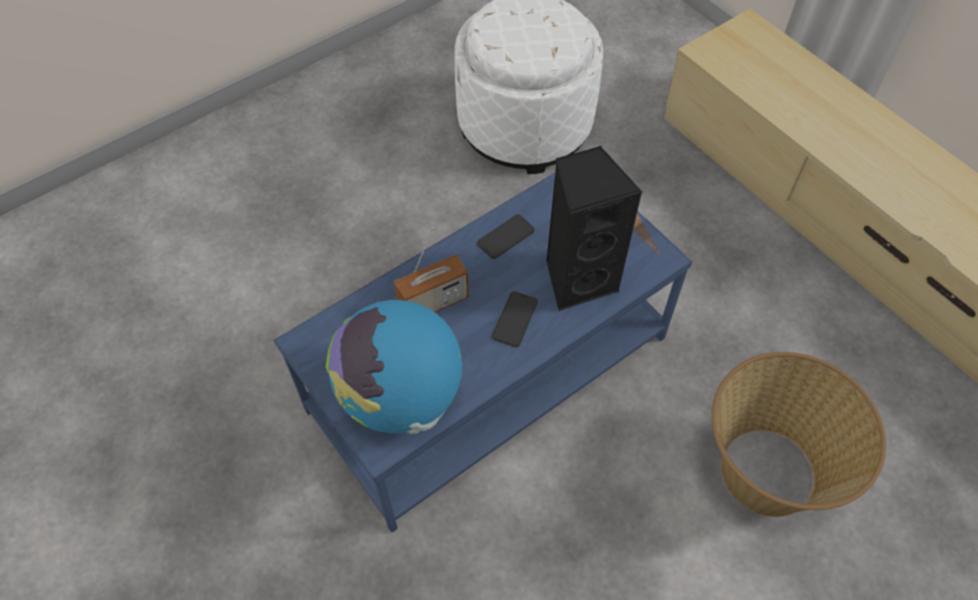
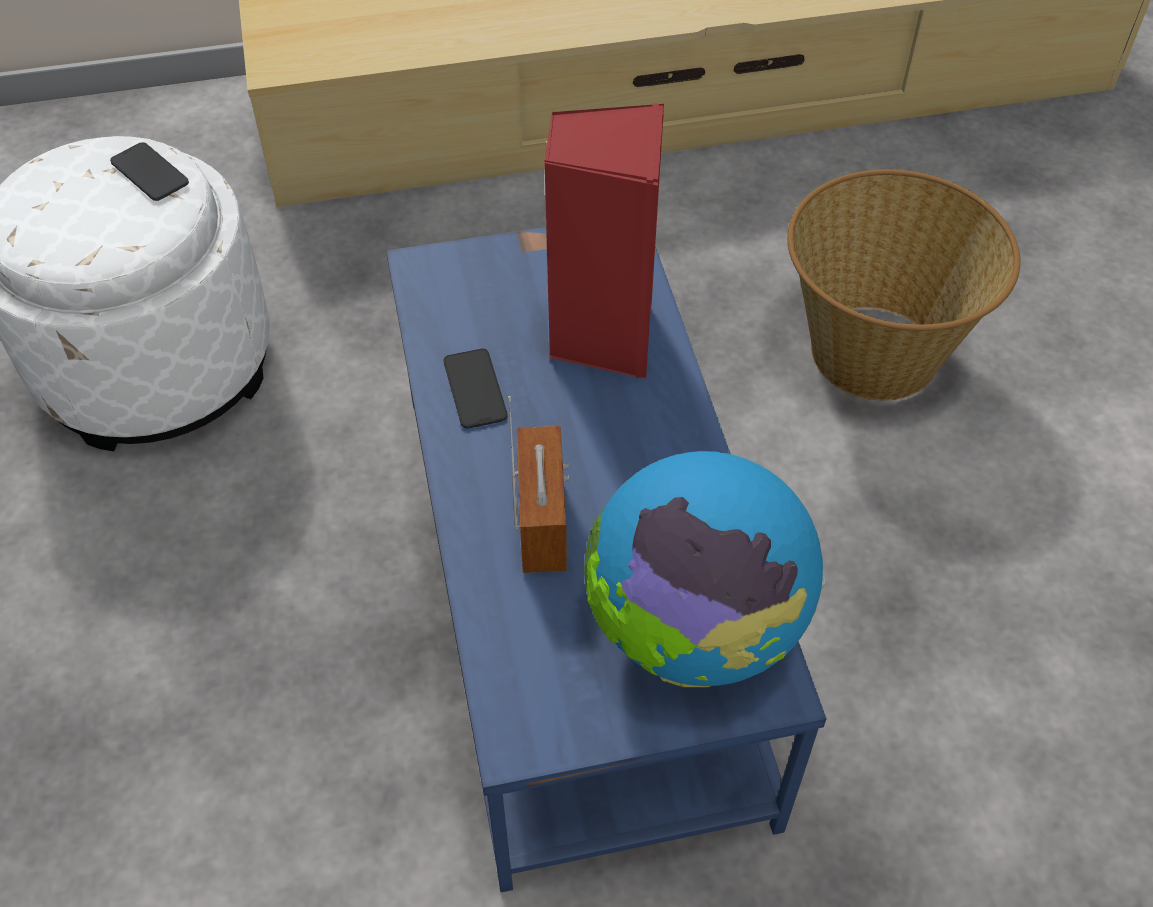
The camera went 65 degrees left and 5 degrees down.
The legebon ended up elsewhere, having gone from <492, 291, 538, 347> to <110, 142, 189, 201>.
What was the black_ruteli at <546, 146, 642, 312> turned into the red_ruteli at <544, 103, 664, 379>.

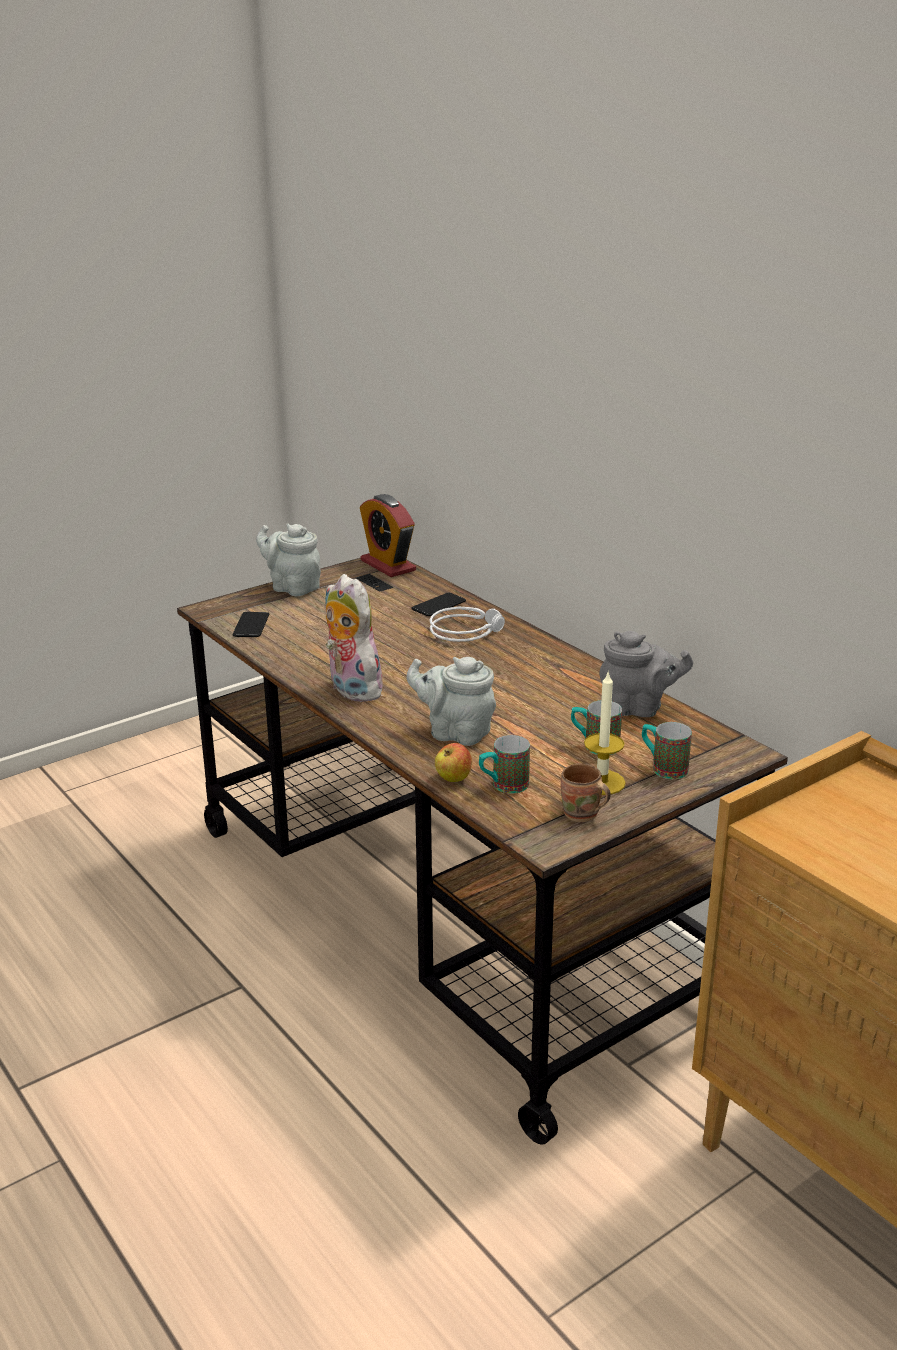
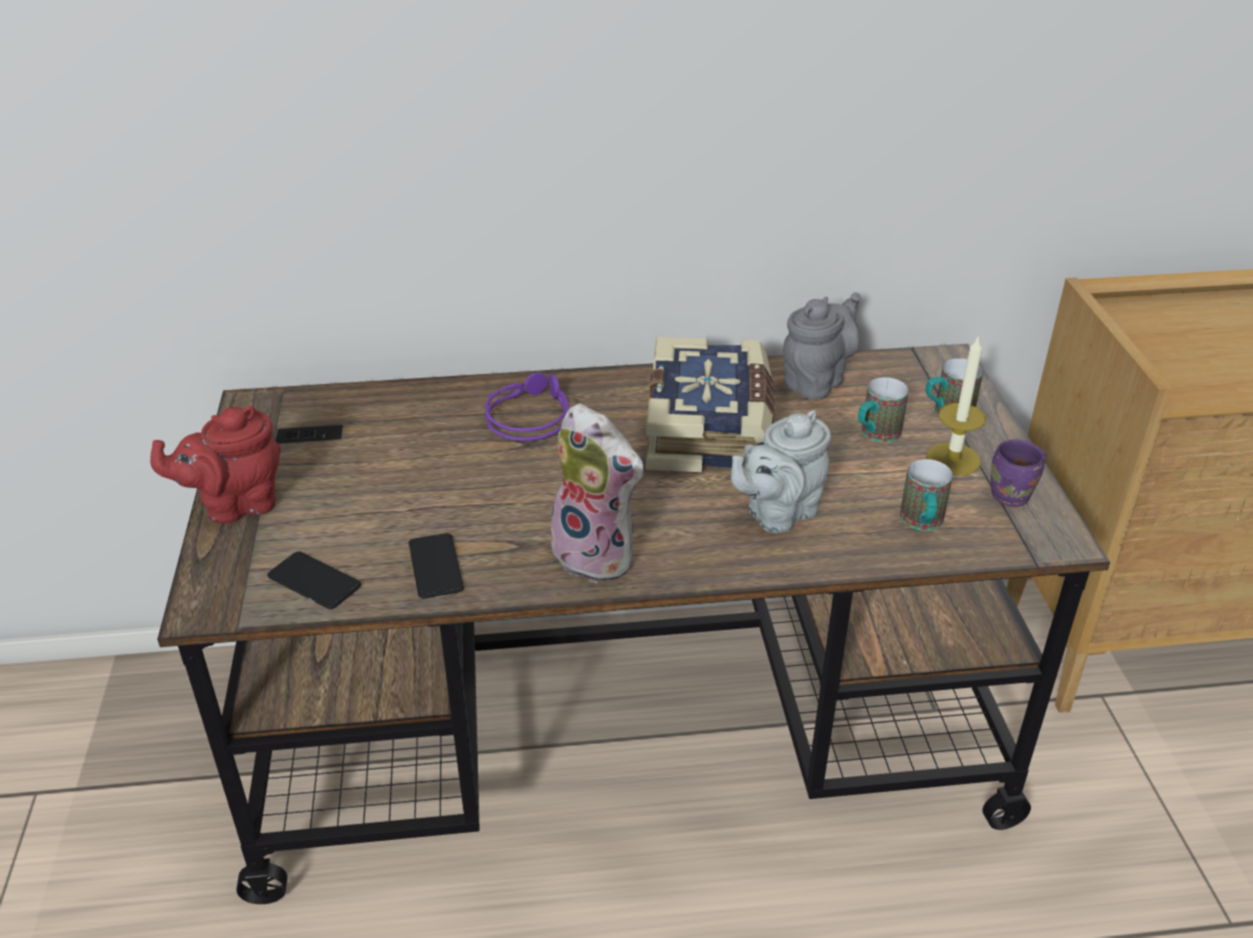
The camera went 60 degrees left and 10 degrees up.
What was the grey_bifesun at <256, 524, 321, 596> turned into the red_bifesun at <150, 406, 281, 524>.
The legebon ended up elsewhere, having gone from <411, 593, 466, 616> to <408, 533, 464, 598>.
What was the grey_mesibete at <430, 607, 505, 642> turned into the purple_mesibete at <485, 372, 570, 441>.
The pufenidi at <325, 574, 388, 702> ended up facing another way, 135 degrees counterclockwise from before.
The second view gained the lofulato at <646, 337, 775, 472>.
What was the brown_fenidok at <561, 763, 611, 822> turned into the purple_fenidok at <991, 440, 1047, 507>.
The second view lost the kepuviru at <360, 494, 416, 577>.
The second view lost the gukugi at <435, 743, 472, 782>.

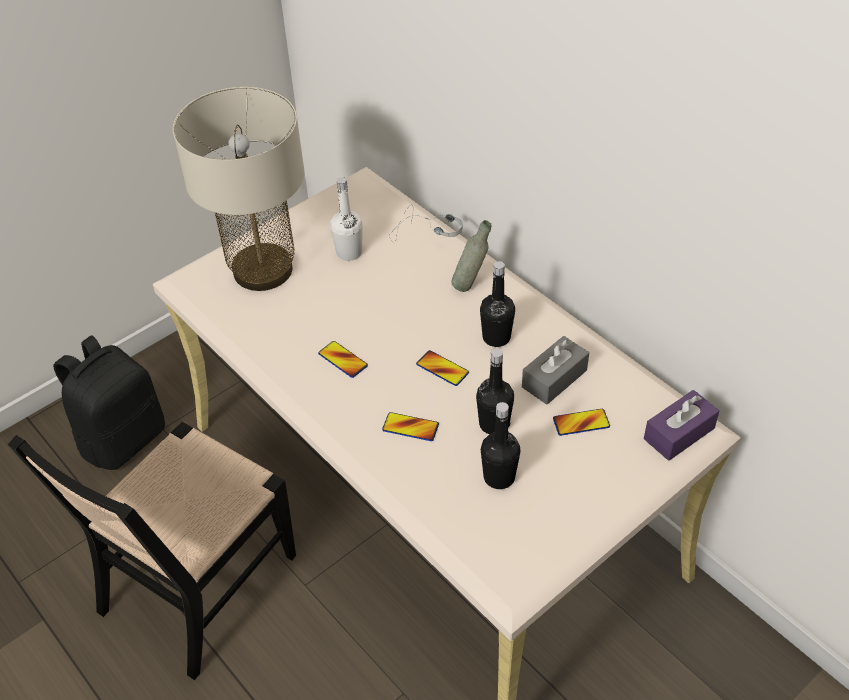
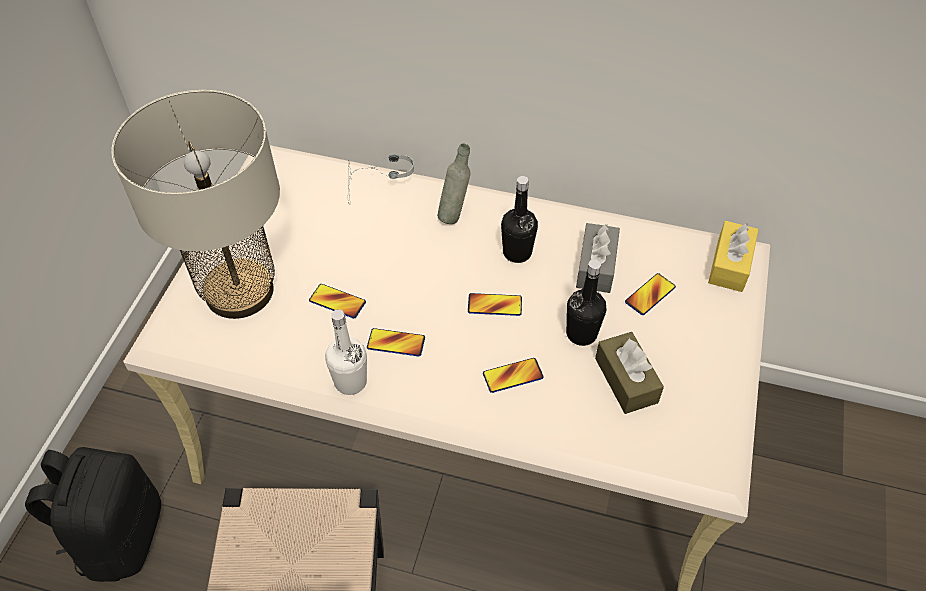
The camera went 35 degrees left and 5 degrees up.
The second view gained the legebon at <309, 284, 366, 319>.
The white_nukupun ended up elsewhere, having gone from <330, 177, 363, 261> to <325, 309, 367, 395>.
Where the black_nukupun stood at <481, 402, 520, 489>, the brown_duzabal came to stand at <595, 332, 664, 414>.
What was the purple_duzabal at <644, 390, 719, 461> turned into the yellow_duzabal at <708, 221, 759, 292>.

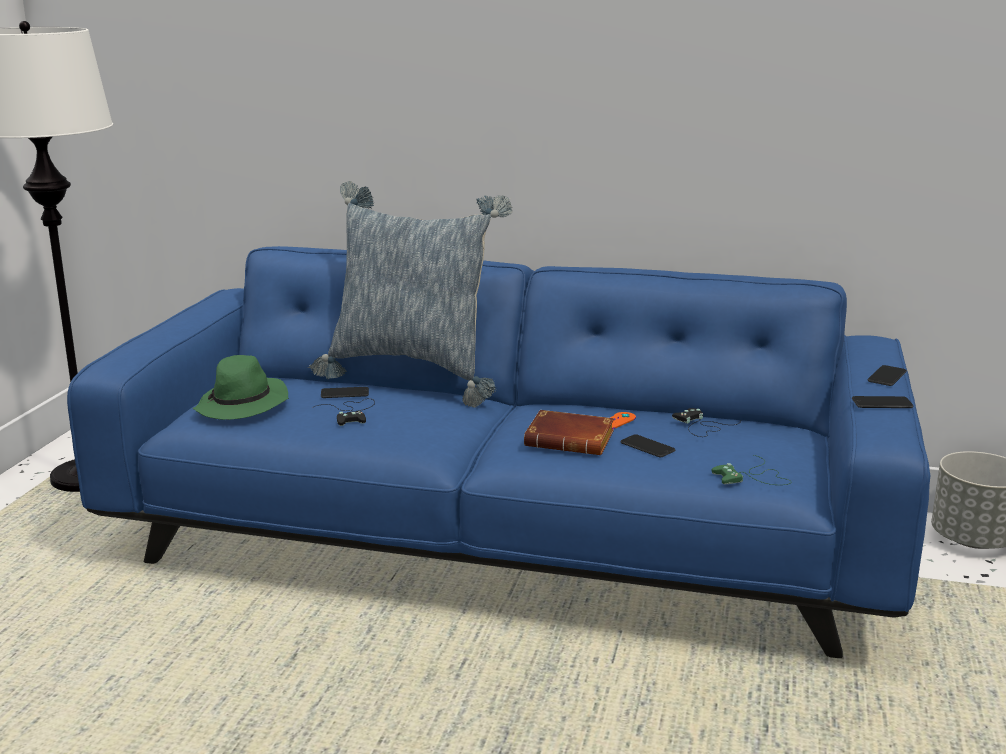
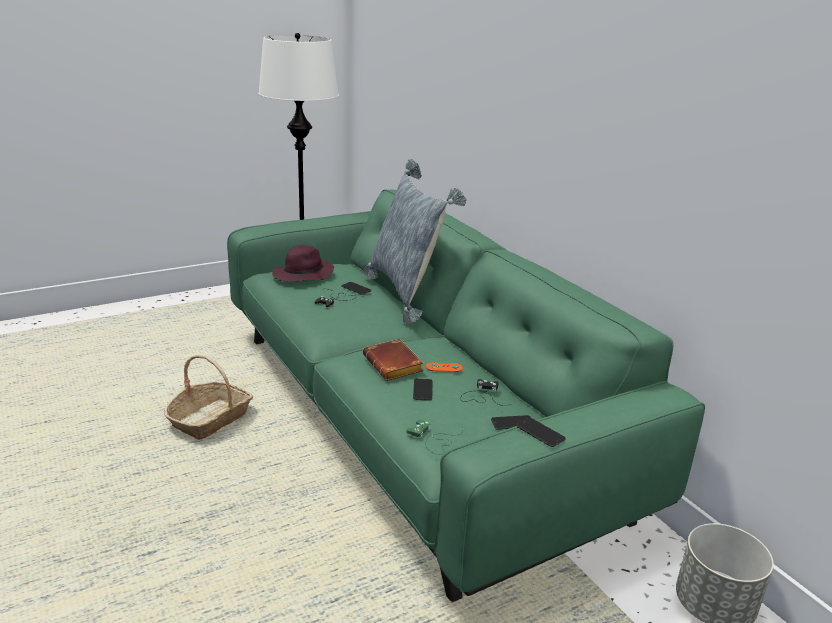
The camera went 45 degrees right and 5 degrees up.
The second view gained the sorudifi at <164, 355, 253, 440>.
What was the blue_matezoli at <67, 246, 931, 658> turned into the green_matezoli at <227, 189, 705, 602>.
What was the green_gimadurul at <193, 355, 289, 420> turned into the purple_gimadurul at <272, 245, 334, 282>.
The legebon ended up elsewhere, having gone from <867, 365, 907, 386> to <491, 415, 531, 430>.

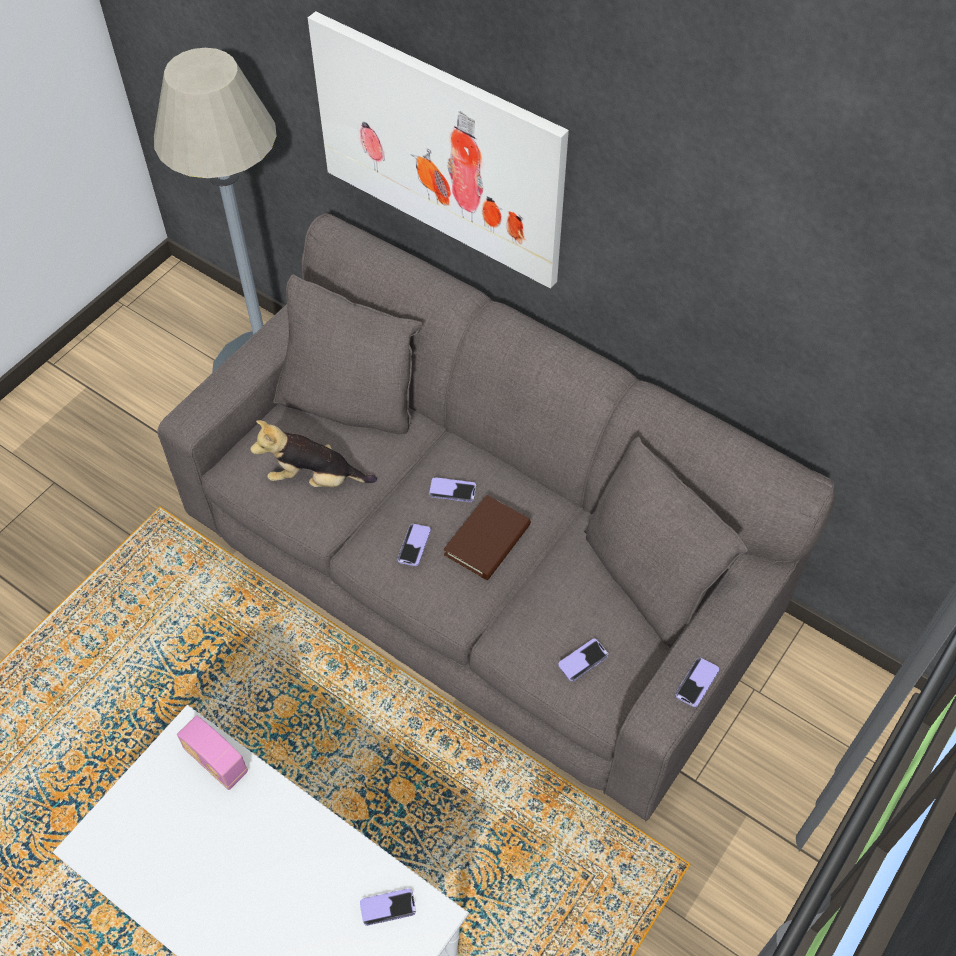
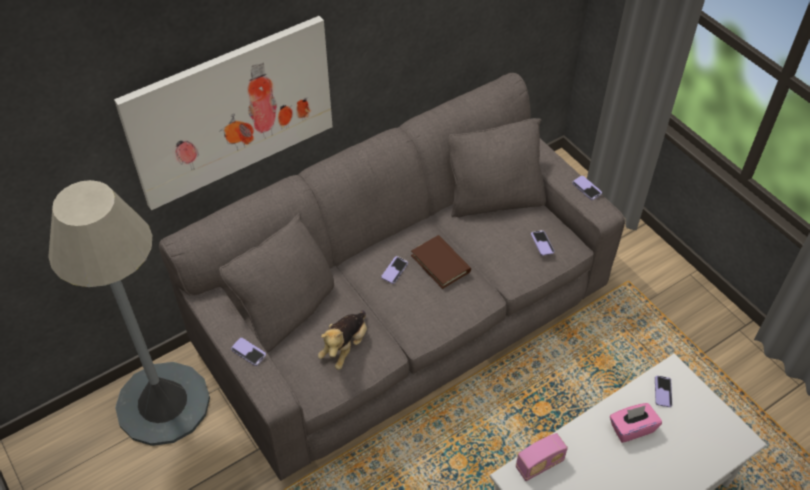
The camera went 70 degrees left and 5 degrees down.
The legebon ended up elsewhere, having gone from <397, 524, 431, 566> to <231, 338, 266, 366>.
The second view gained the pink_duzabal at <610, 403, 662, 443>.

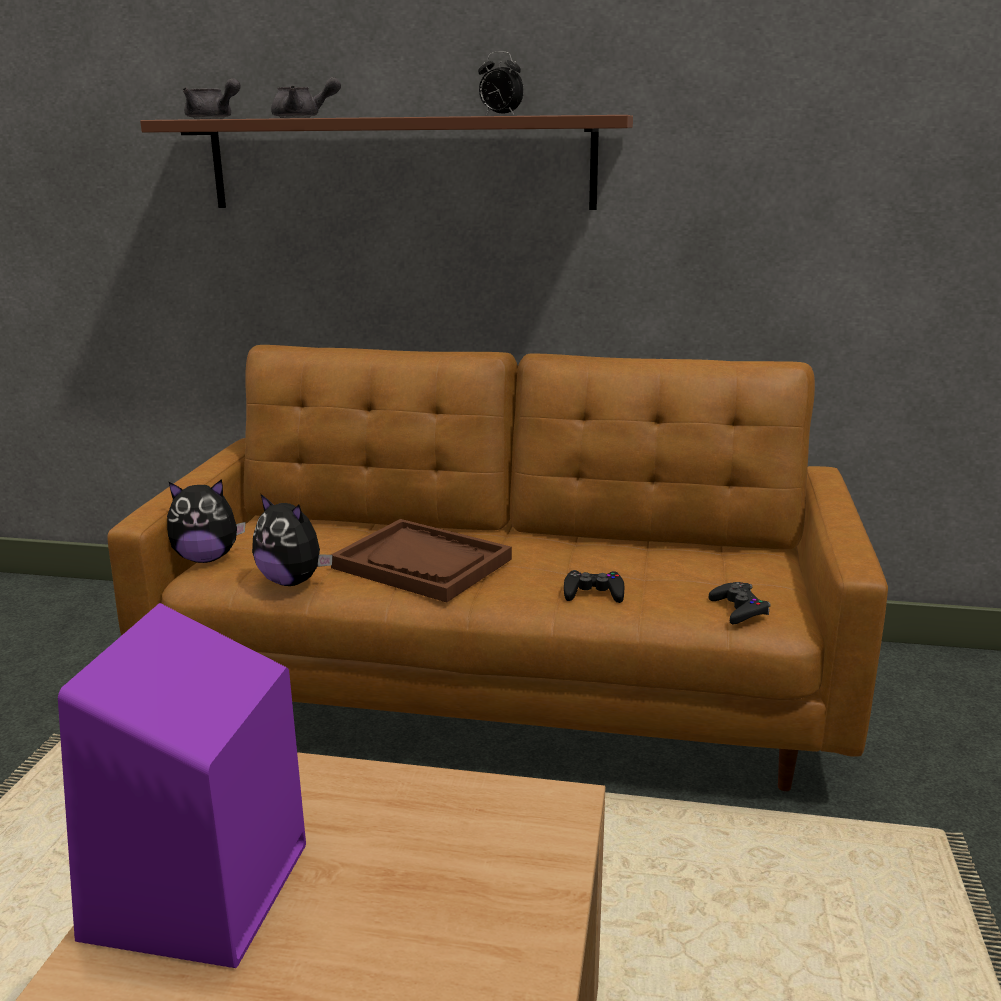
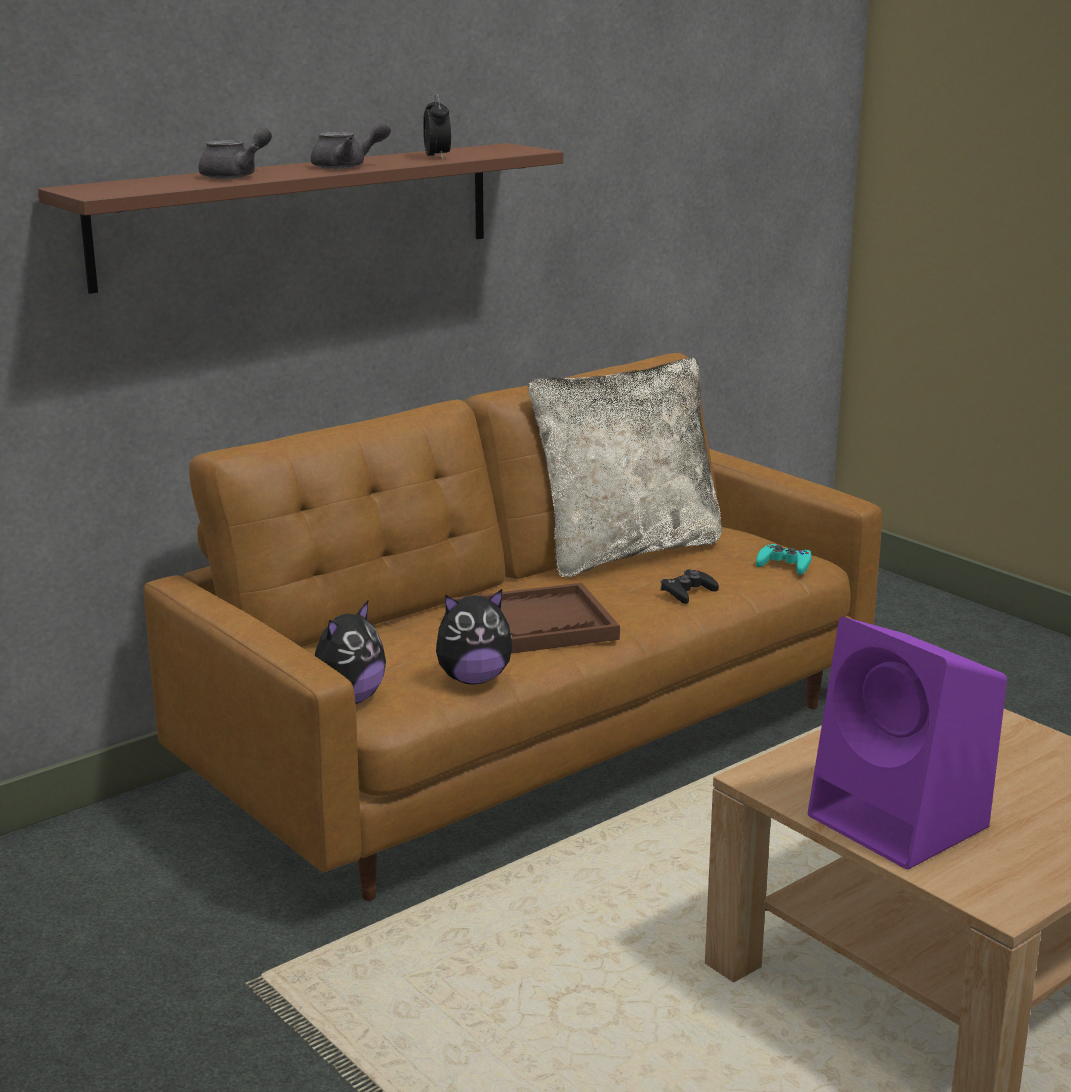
The camera went 50 degrees left and 0 degrees up.
The grey_bifesun ended up elsewhere, having gone from <183, 78, 241, 119> to <311, 122, 391, 169>.
The kepuviru at <478, 51, 524, 115> ended up facing another way, 75 degrees counterclockwise from before.
The second view gained the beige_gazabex at <527, 356, 722, 578>.
What was the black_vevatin at <709, 582, 771, 624> turned into the turquoise_vevatin at <756, 544, 811, 575>.

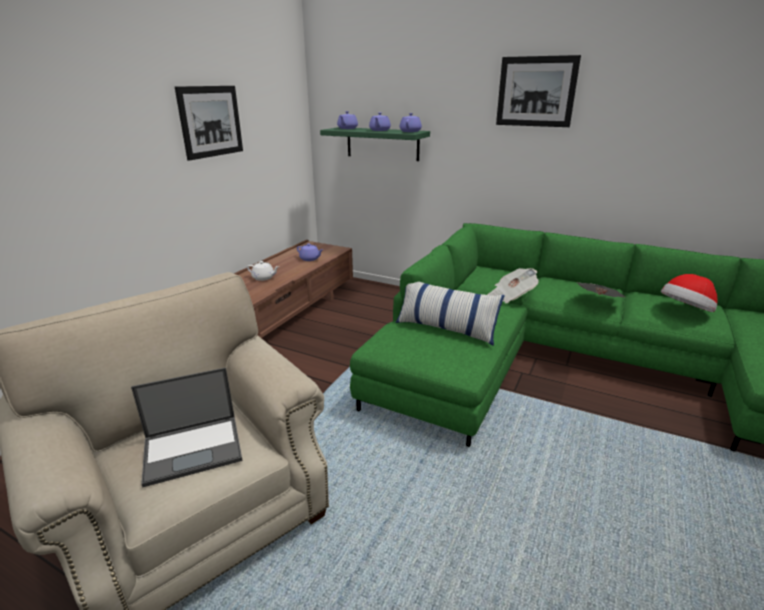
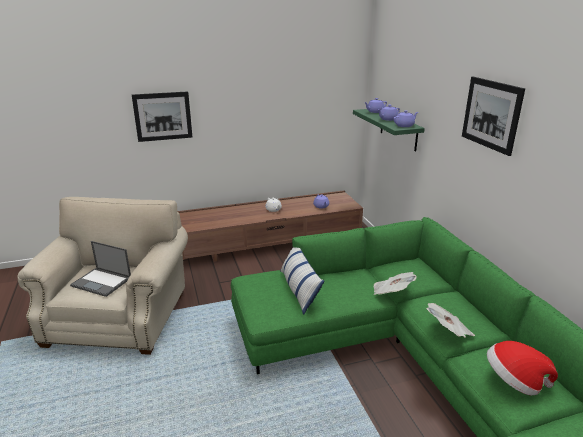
The camera went 45 degrees right and 0 degrees up.
The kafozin ended up elsewhere, having gone from <175, 86, 243, 161> to <132, 91, 192, 142>.

